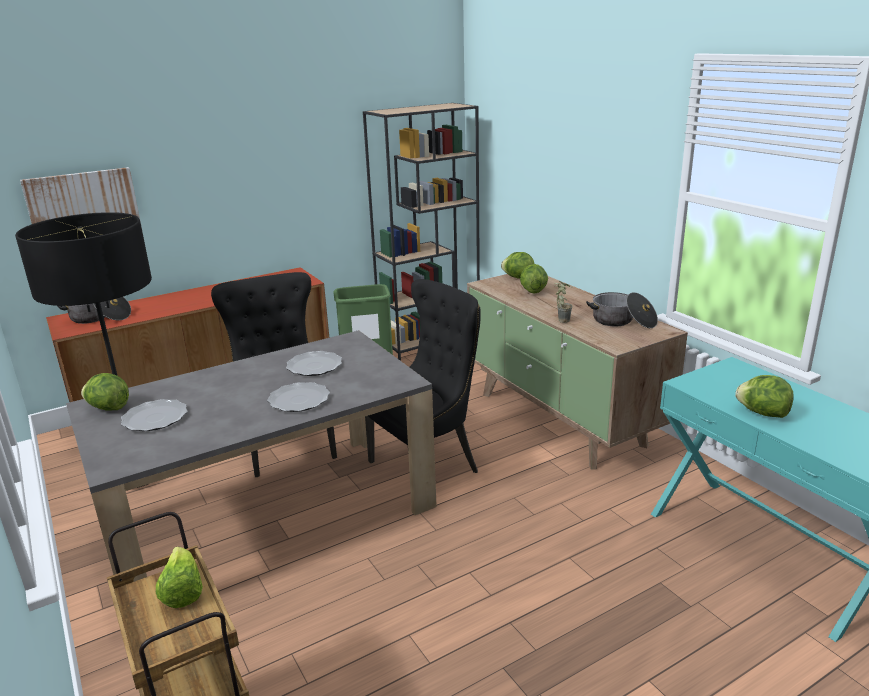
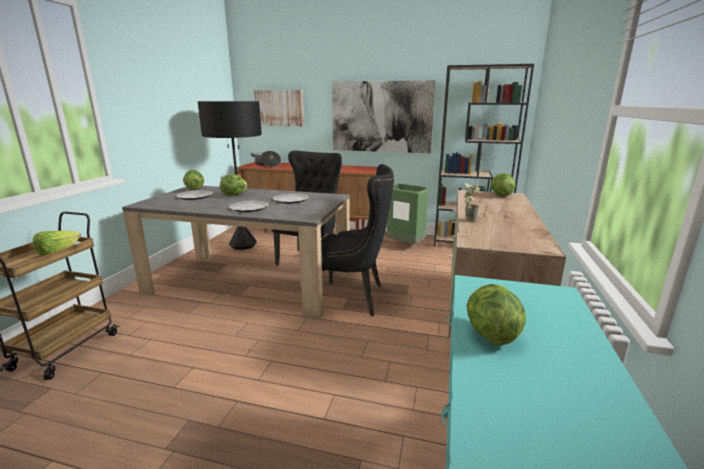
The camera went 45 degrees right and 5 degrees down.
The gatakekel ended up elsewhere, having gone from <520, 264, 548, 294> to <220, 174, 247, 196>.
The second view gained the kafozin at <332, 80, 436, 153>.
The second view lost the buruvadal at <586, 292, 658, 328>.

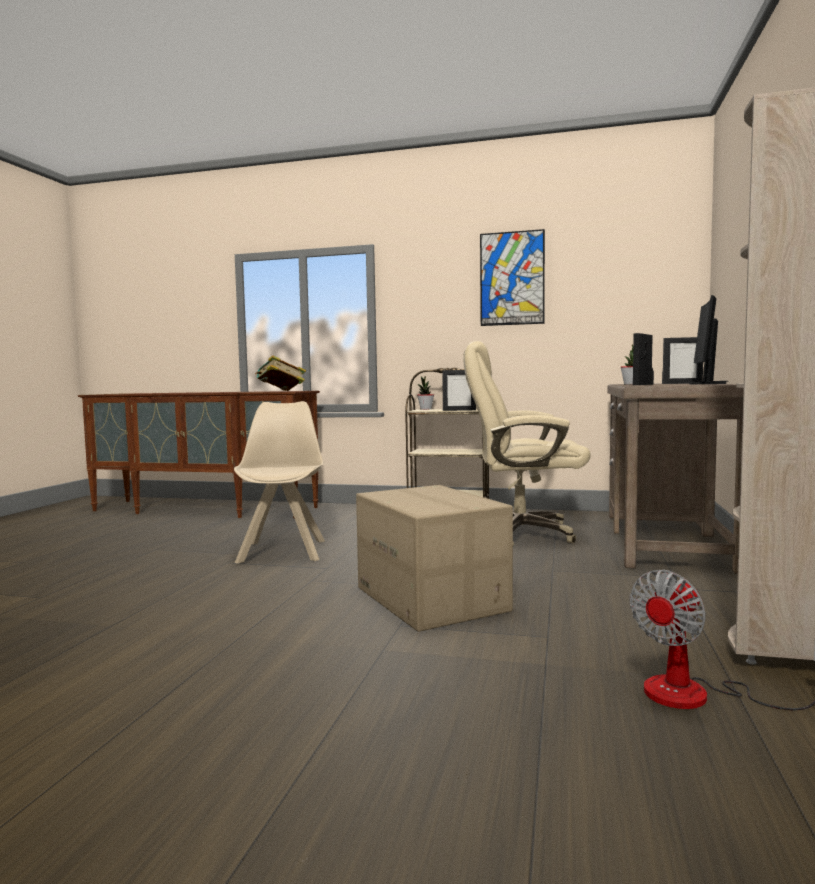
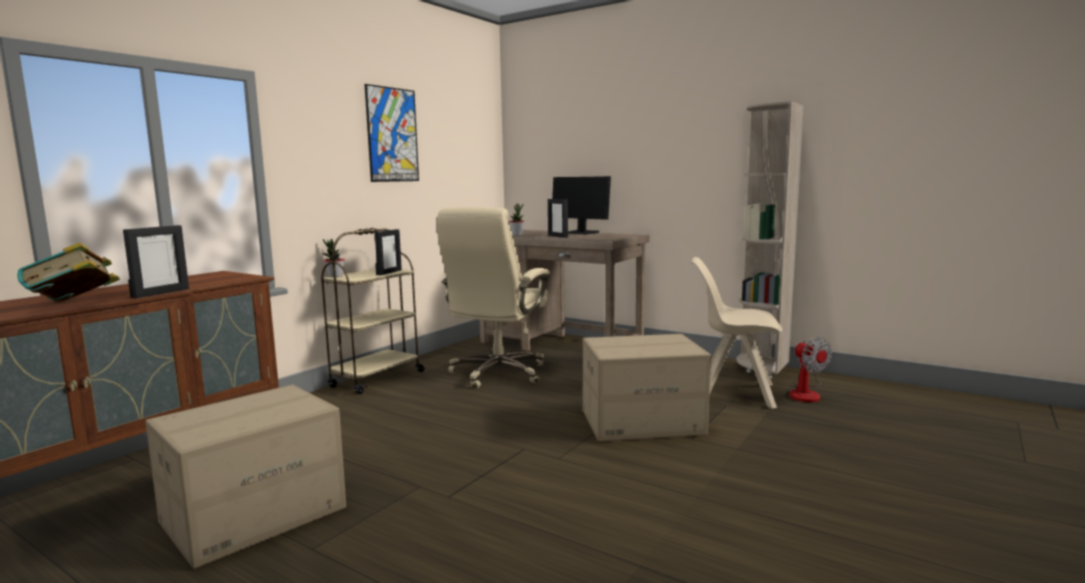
The camera went 70 degrees left and 5 degrees up.
The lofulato ended up elsewhere, having gone from <255, 355, 306, 391> to <17, 242, 120, 302>.
The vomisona ended up elsewhere, having gone from <662, 337, 703, 384> to <123, 225, 189, 298>.
The second view gained the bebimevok at <145, 385, 346, 569>.
The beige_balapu ended up elsewhere, having gone from <234, 401, 325, 564> to <690, 257, 782, 409>.

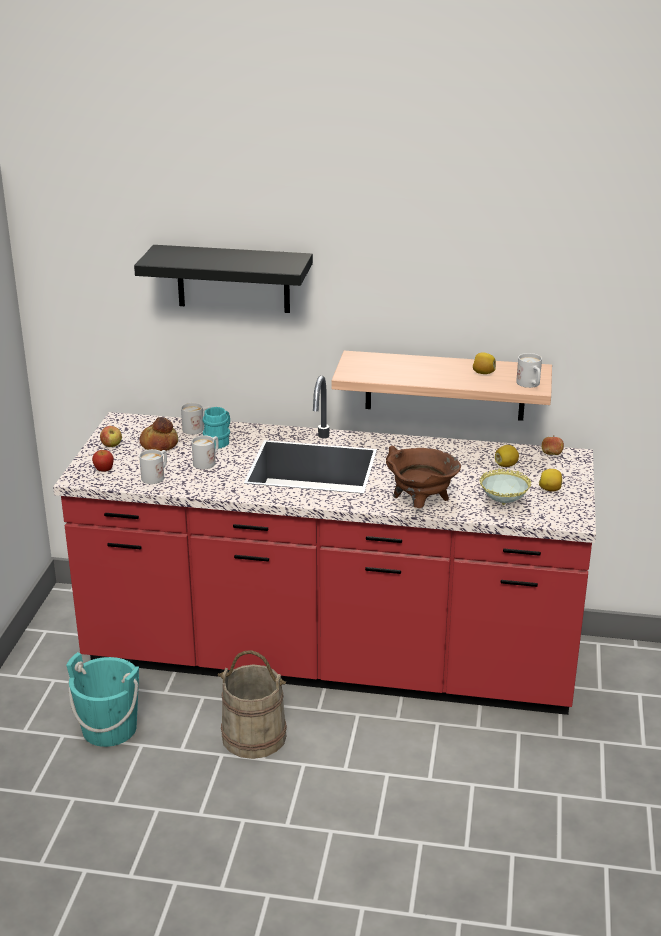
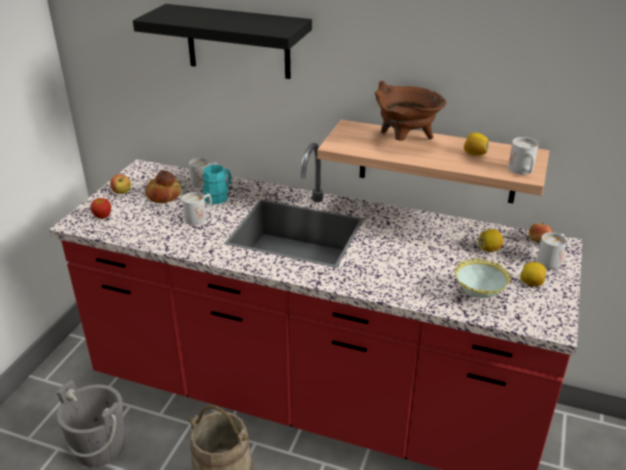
The camera went 10 degrees right and 5 degrees up.
What was the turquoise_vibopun at <66, 652, 139, 747> turned into the grey_vibopun at <56, 380, 125, 467>.
The brown_buruvadal ended up elsewhere, having gone from <386, 446, 461, 508> to <375, 81, 446, 141>.
The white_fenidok ended up elsewhere, having gone from <139, 449, 167, 484> to <537, 233, 567, 269>.

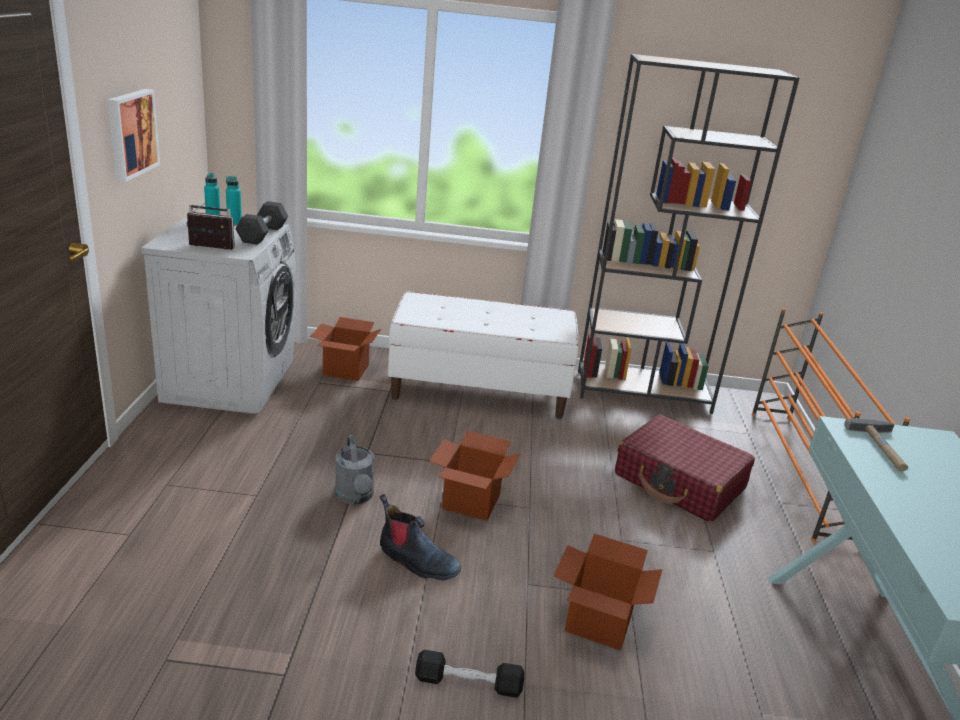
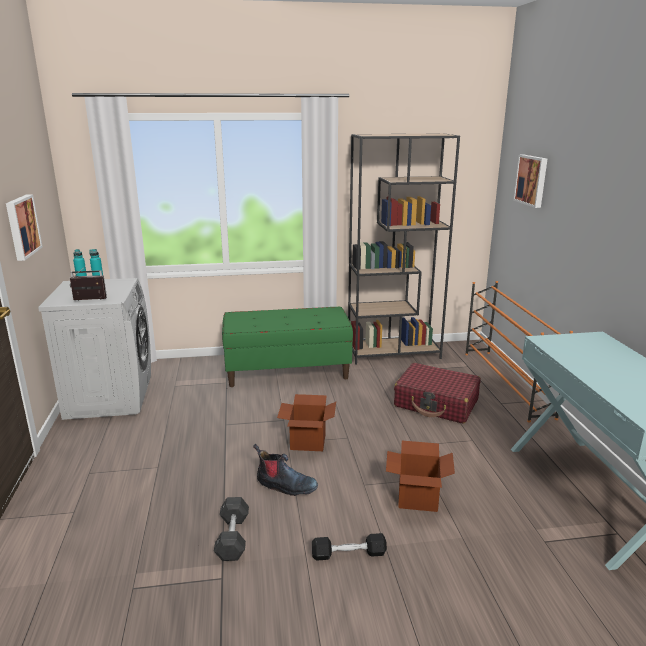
The camera went 10 degrees left and 5 degrees down.
The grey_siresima ended up elsewhere, having gone from <235, 201, 288, 245> to <214, 497, 249, 561>.
What was the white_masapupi at <388, 292, 579, 419> turned into the green_masapupi at <222, 307, 353, 387>.
The second view gained the kafozin at <513, 155, 547, 208>.
The second view lost the bebimevok at <310, 317, 381, 381>.
The second view lost the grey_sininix at <335, 435, 375, 505>.
The second view lost the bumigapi at <844, 418, 908, 471>.

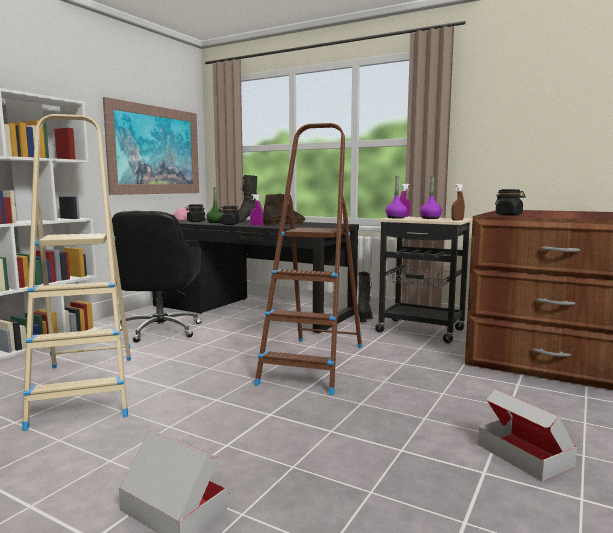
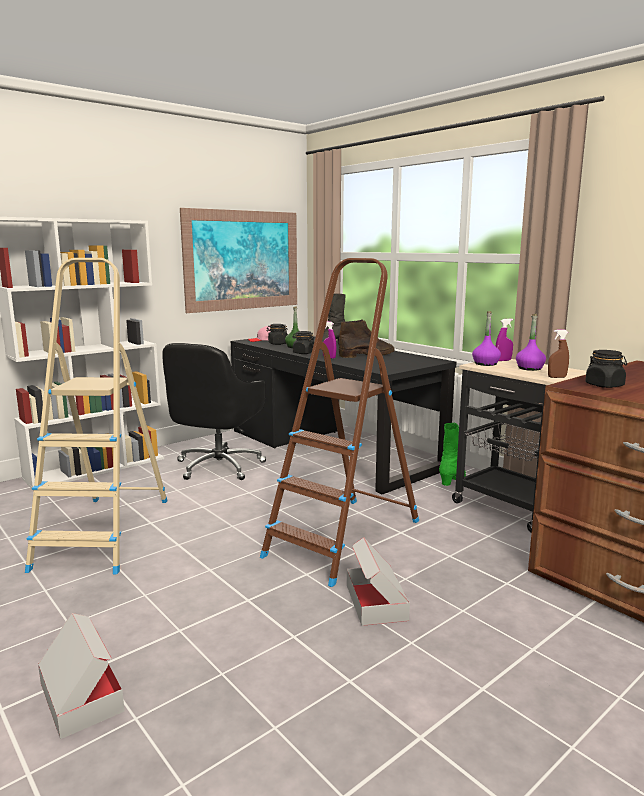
The camera went 20 degrees right and 5 degrees up.
The bebimevok ended up elsewhere, having gone from <478, 389, 577, 482> to <347, 537, 410, 626>.
What was the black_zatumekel at <358, 271, 373, 323> turned into the green_zatumekel at <439, 422, 466, 486>.

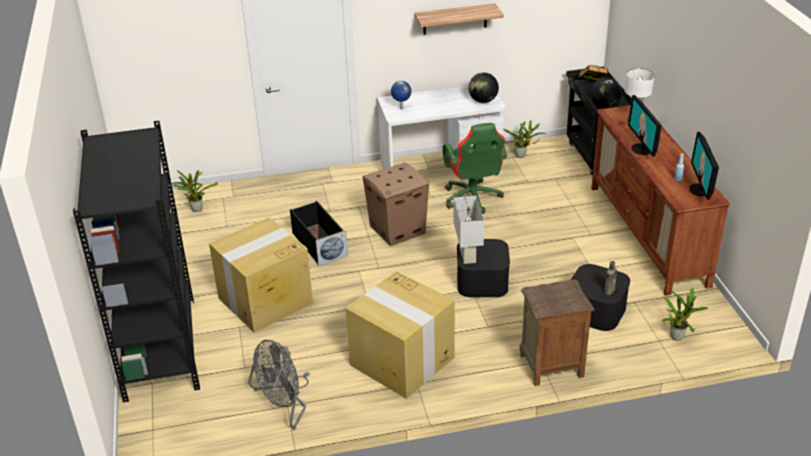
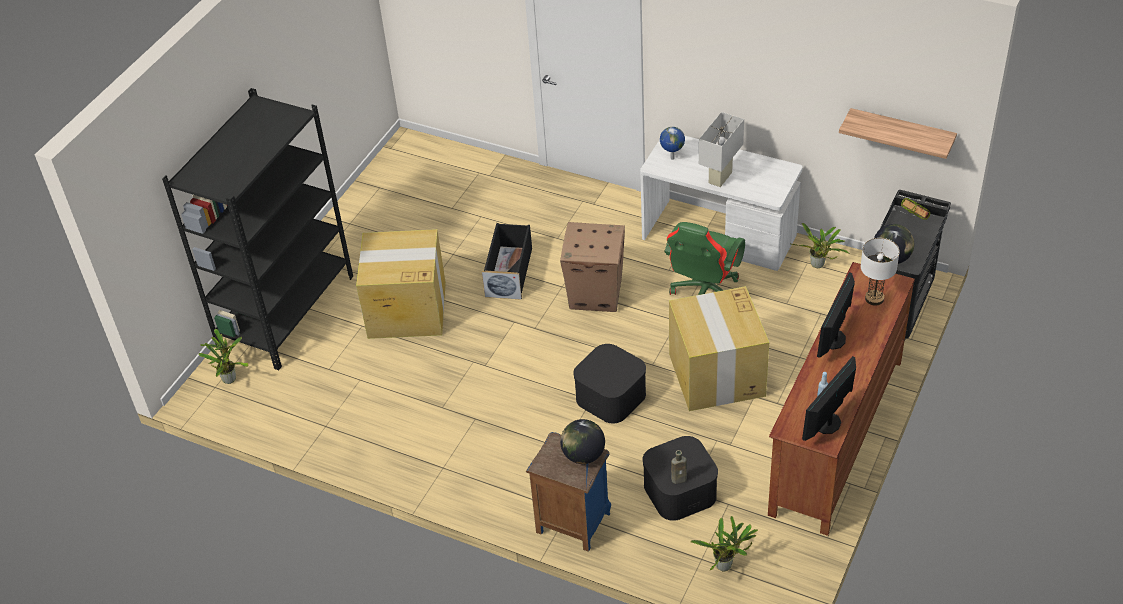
The camera went 40 degrees right and 10 degrees up.
The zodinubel ended up elsewhere, having gone from <171, 170, 218, 212> to <199, 329, 249, 384>.
What was the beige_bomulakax at <519, 279, 595, 386> turned into the blue_bomulakax at <526, 432, 611, 552>.
The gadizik ended up elsewhere, having gone from <468, 72, 499, 103> to <560, 419, 605, 464>.
The bebimevok ended up elsewhere, having gone from <345, 271, 455, 399> to <669, 286, 769, 411>.
The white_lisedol ended up elsewhere, having gone from <453, 196, 484, 264> to <699, 112, 744, 187>.
The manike ended up elsewhere, having gone from <414, 4, 504, 35> to <839, 108, 957, 159>.
The second view lost the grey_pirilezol at <248, 340, 309, 430>.

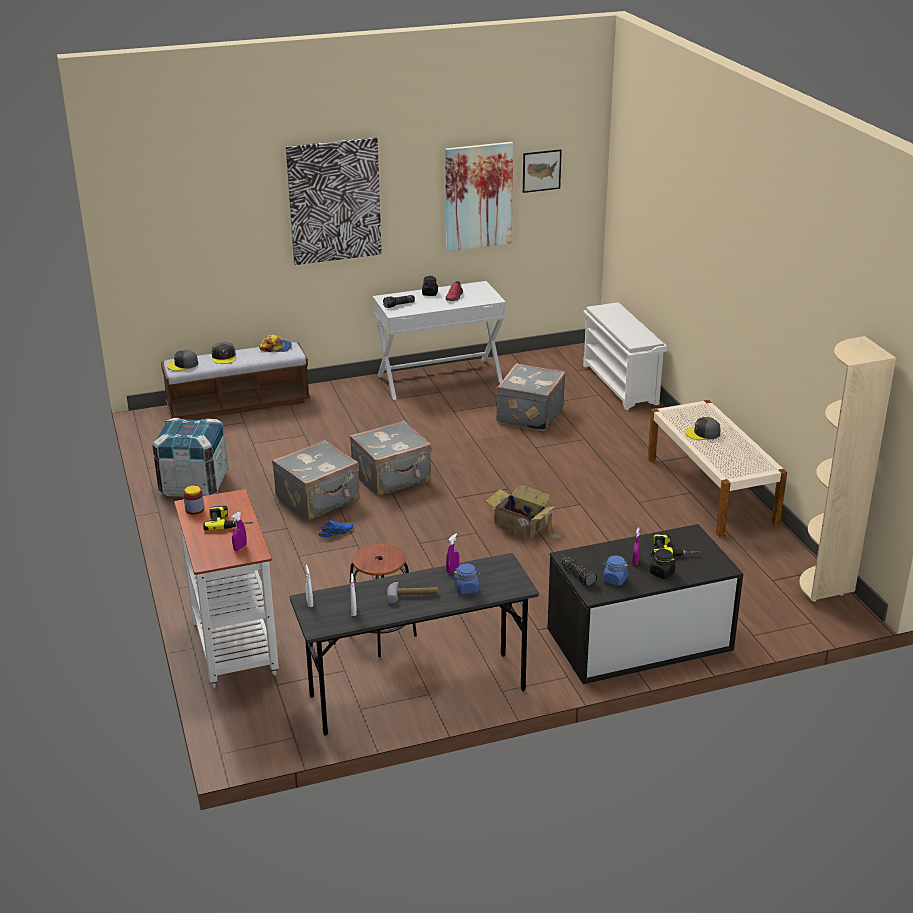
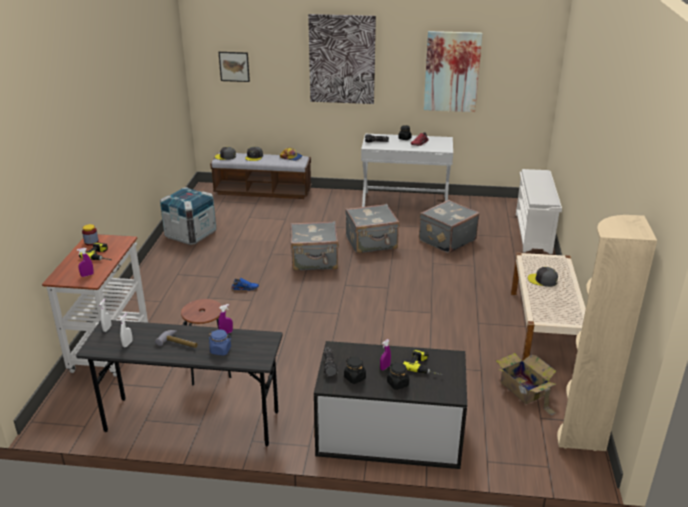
The camera went 25 degrees right and 0 degrees up.
The kafozin ended up elsewhere, having gone from <523, 149, 562, 193> to <219, 52, 250, 82>.
What was the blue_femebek at <602, 555, 629, 586> turned into the black_femebek at <344, 357, 366, 384>.
The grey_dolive ended up elsewhere, having gone from <272, 440, 360, 521> to <345, 204, 399, 254>.
The bebimevok ended up elsewhere, having gone from <485, 485, 563, 540> to <496, 353, 556, 416>.

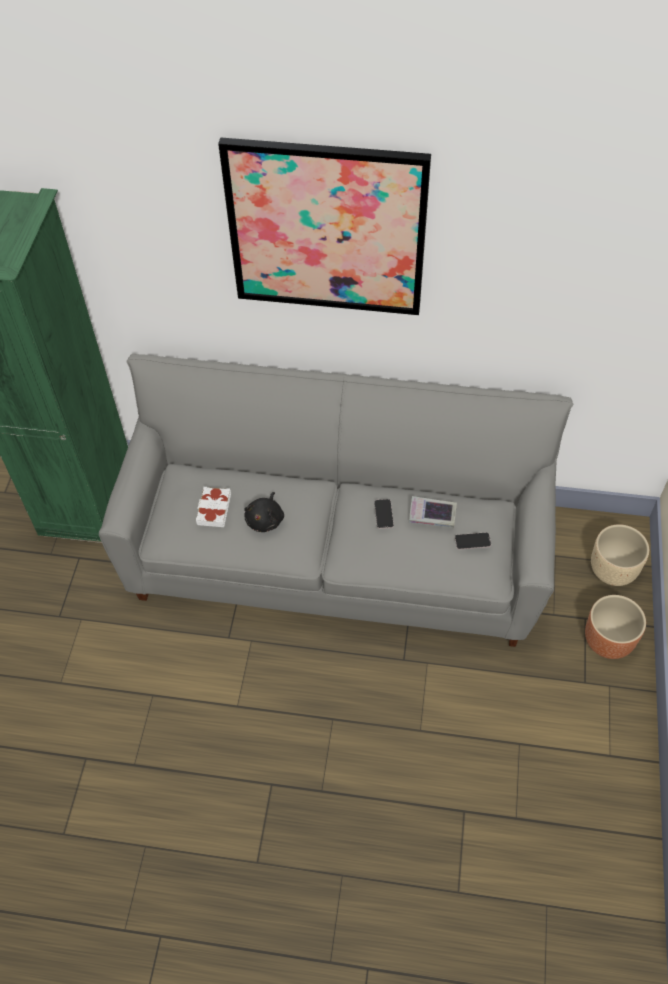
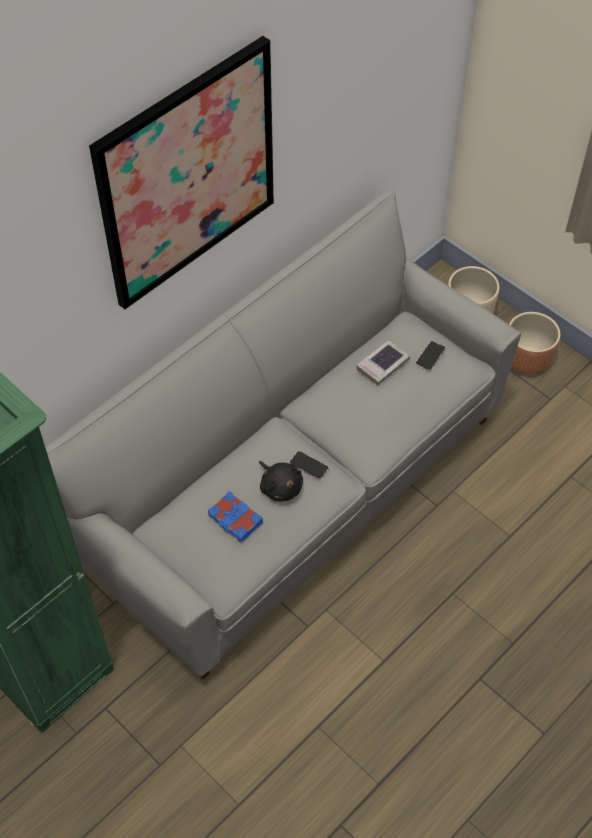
The camera went 55 degrees left and 0 degrees up.
What was the white_lofulato at <196, 487, 231, 527> turned into the blue_lofulato at <208, 491, 263, 543>.
The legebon ended up elsewhere, having gone from <374, 499, 394, 529> to <290, 451, 329, 480>.

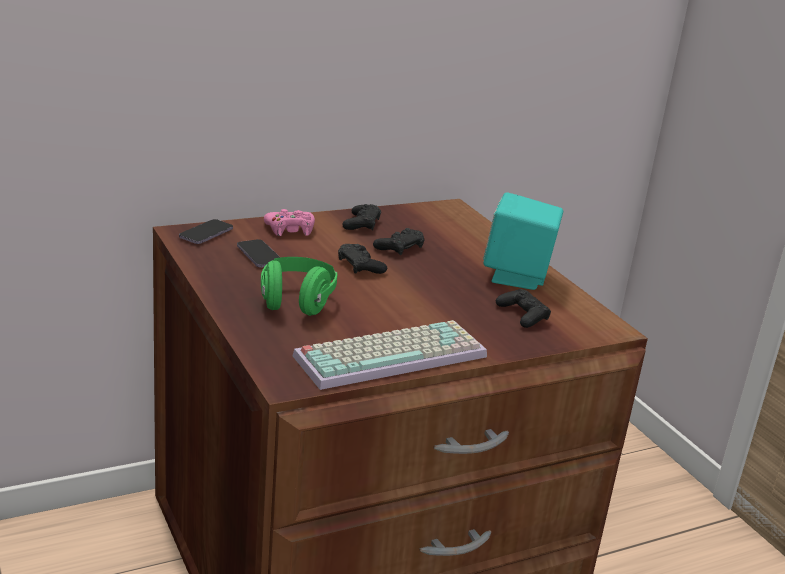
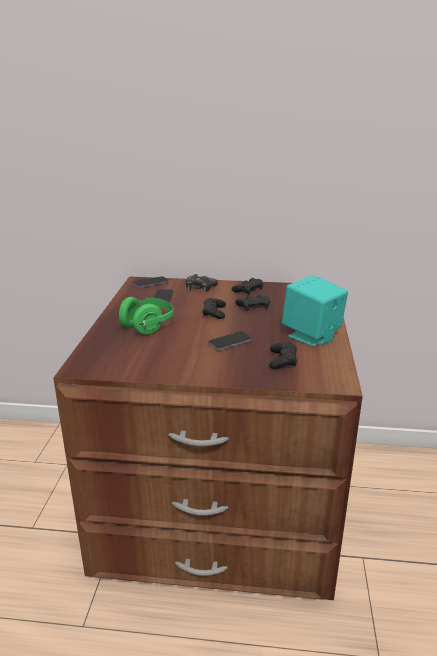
The camera went 35 degrees right and 0 degrees up.
What was the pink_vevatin at <264, 209, 315, 236> turned into the black_vevatin at <186, 274, 218, 292>.
The second view gained the legebon at <209, 331, 252, 350>.
The second view lost the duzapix at <293, 320, 487, 390>.

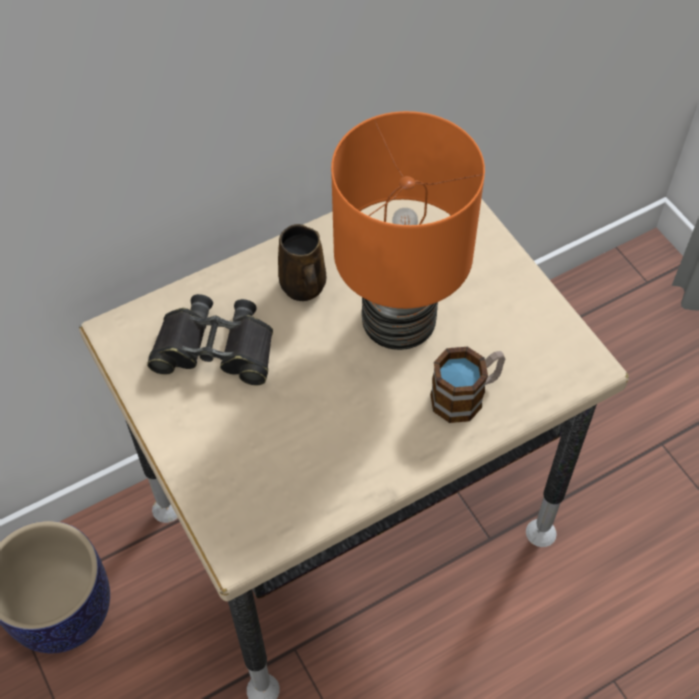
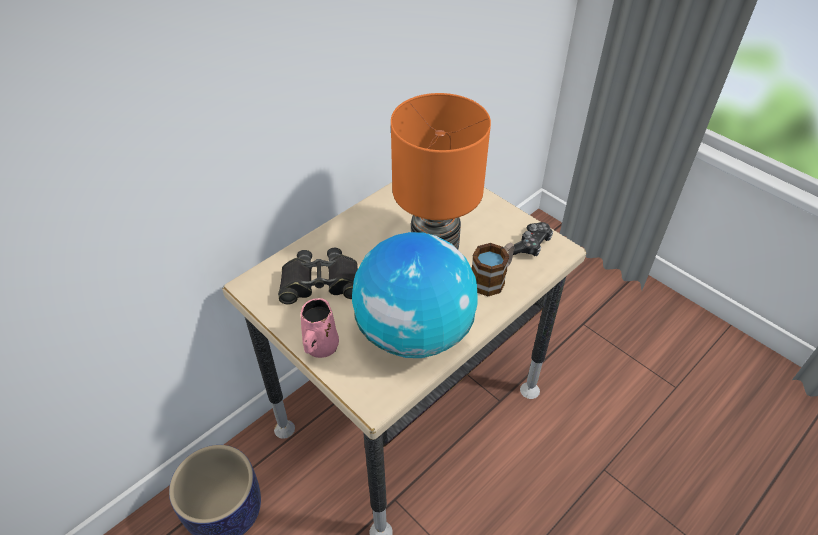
The camera went 15 degrees left and 10 degrees down.
The second view gained the pink_fenidok at <301, 298, 339, 358>.
The second view gained the gadizik at <352, 232, 478, 358>.
The second view gained the vevatin at <508, 222, 553, 257>.
The second view lost the brown_fenidok at <278, 224, 326, 301>.

